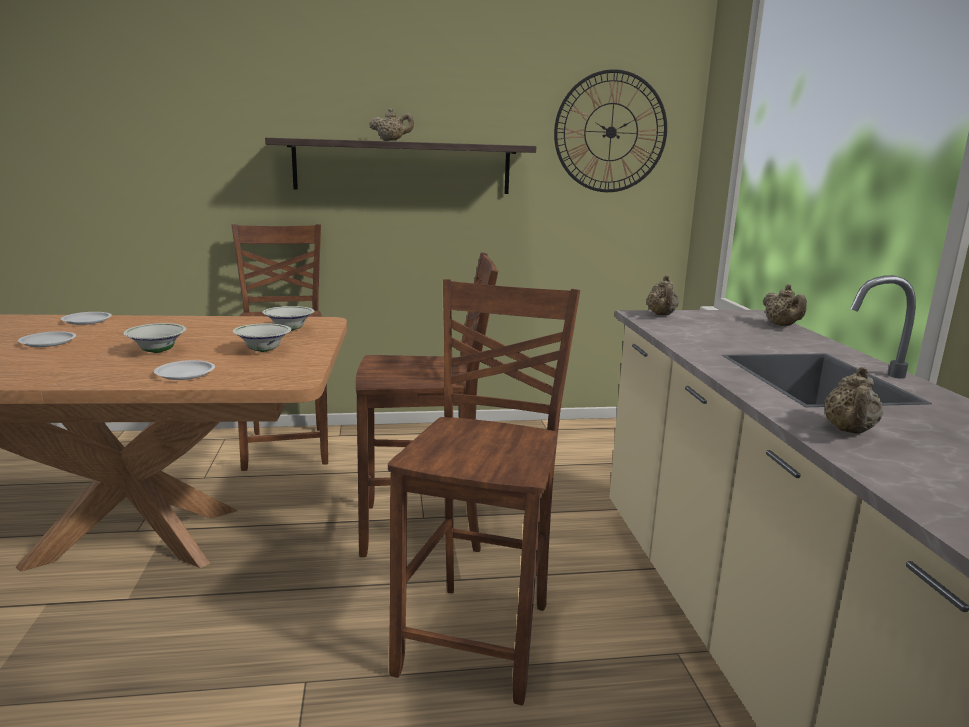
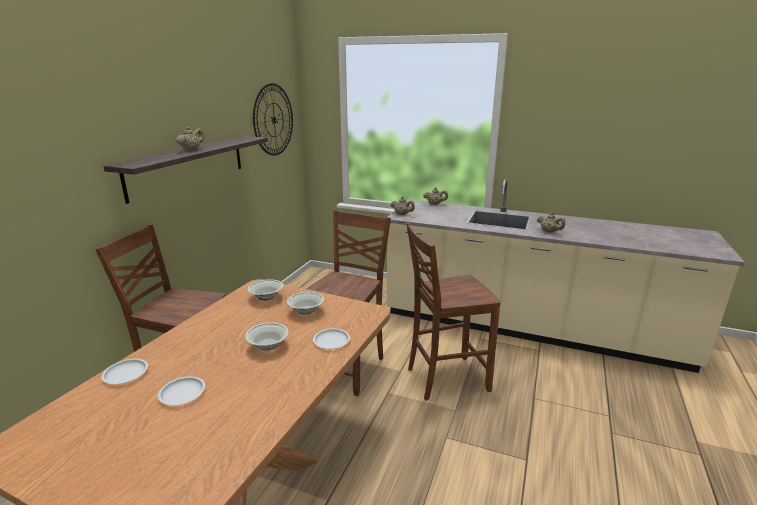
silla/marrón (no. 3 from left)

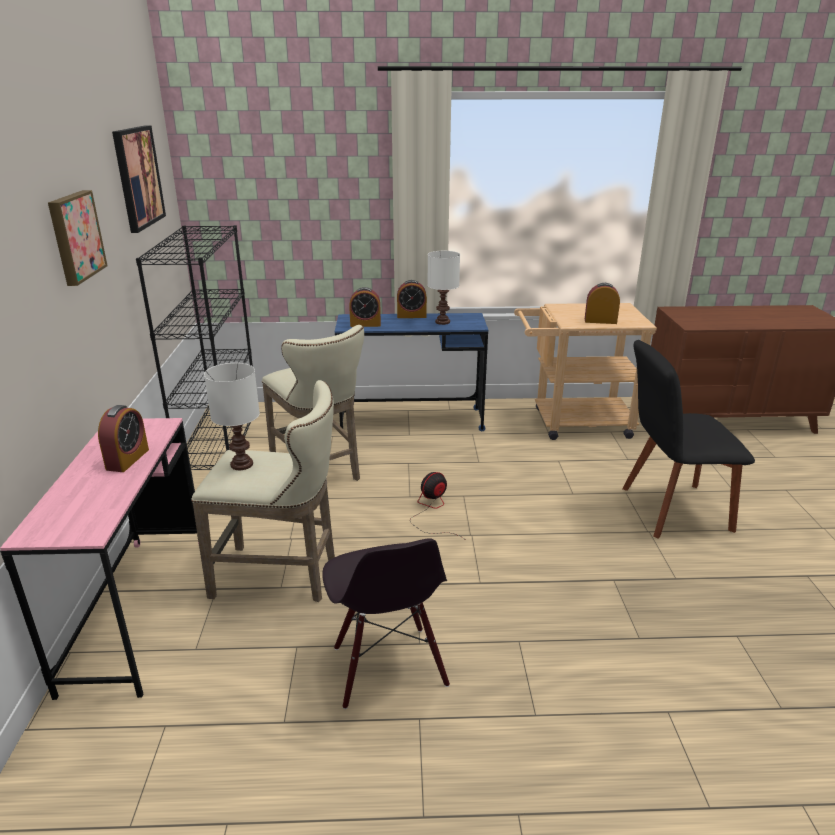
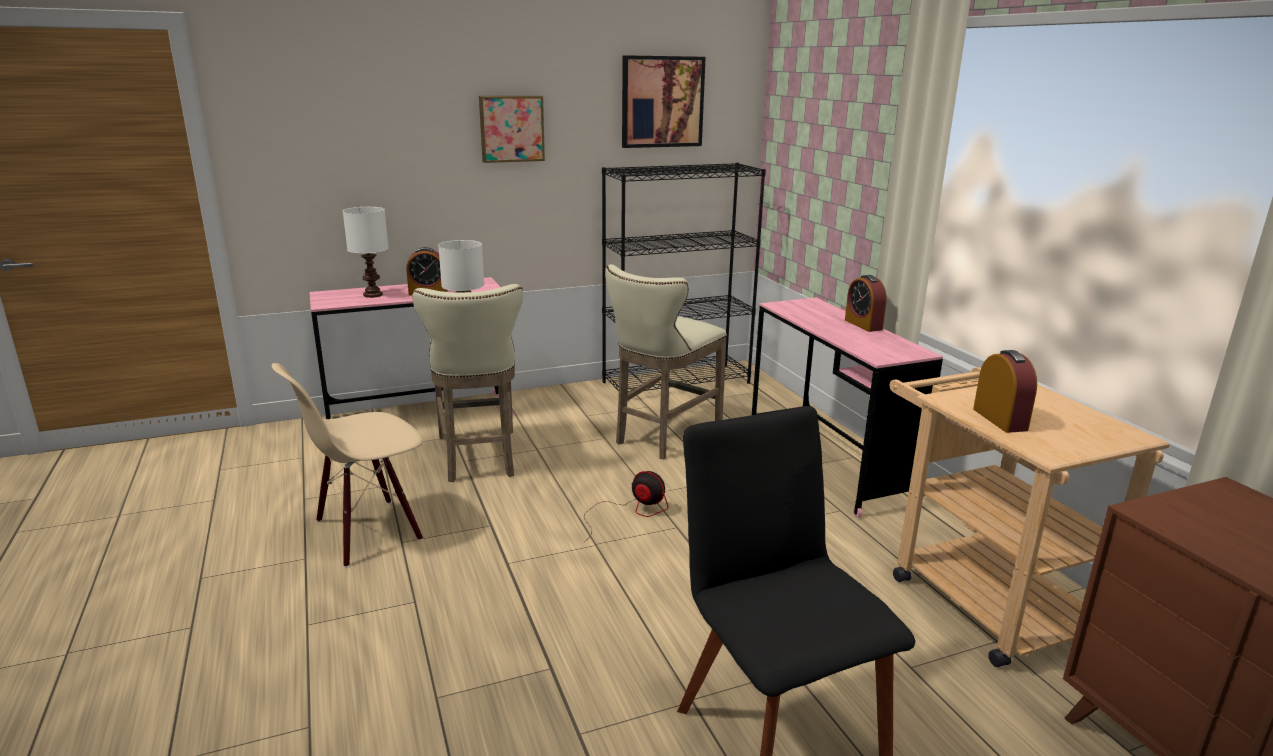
despertador (no. 2 from left in the first image); lámpara de mesa/blanco (no. 1 from left); silla/beis; escritorio/rosa (no. 2 from left)

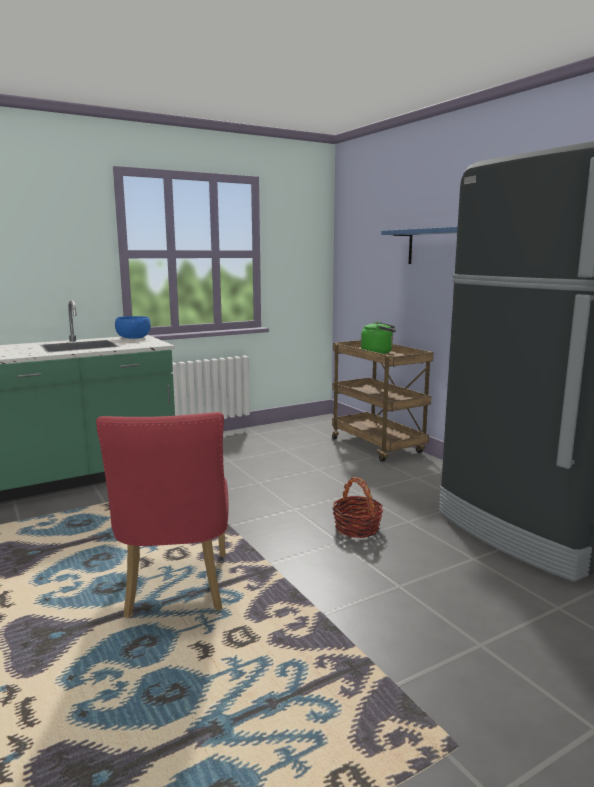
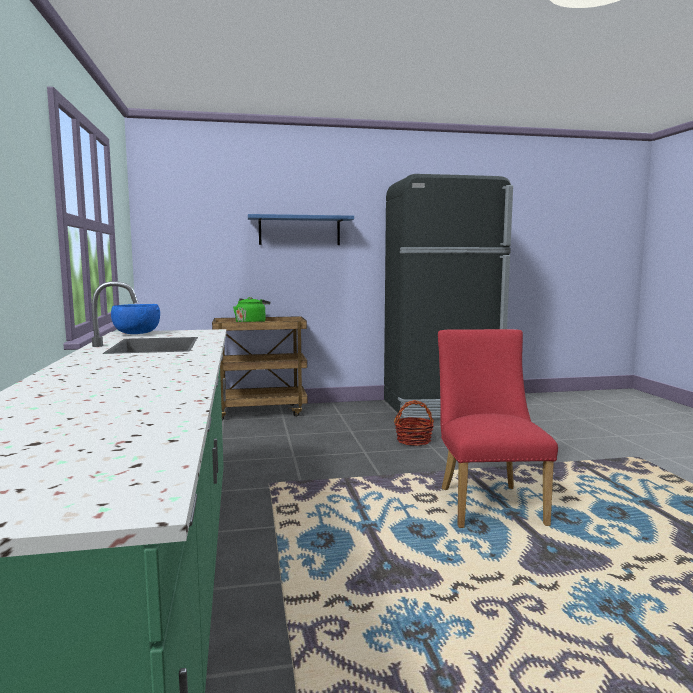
silla/rojo

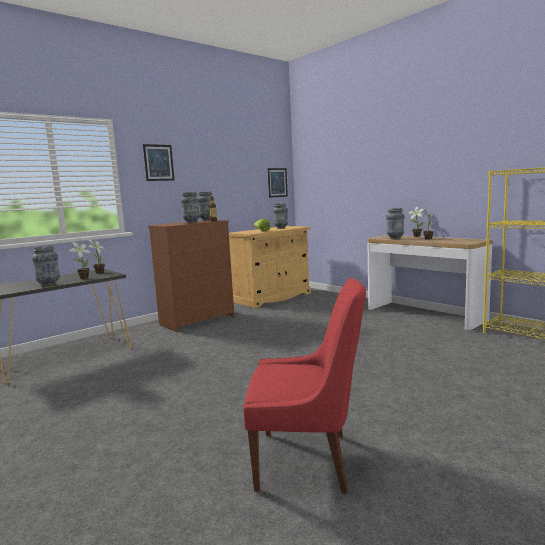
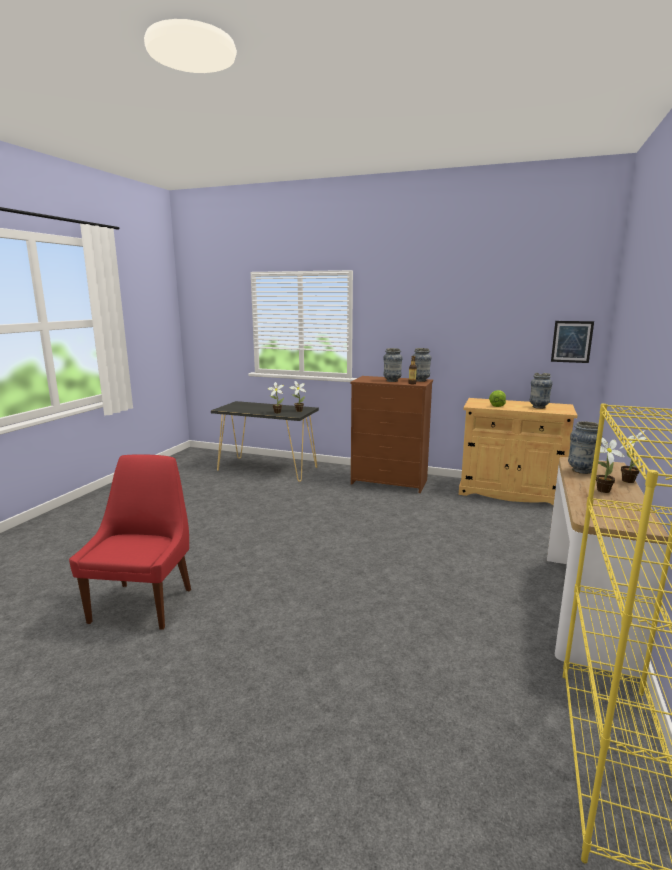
florero (no. 1 from left in the first image); cuadro (no. 1 from left in the first image); silla/rojo

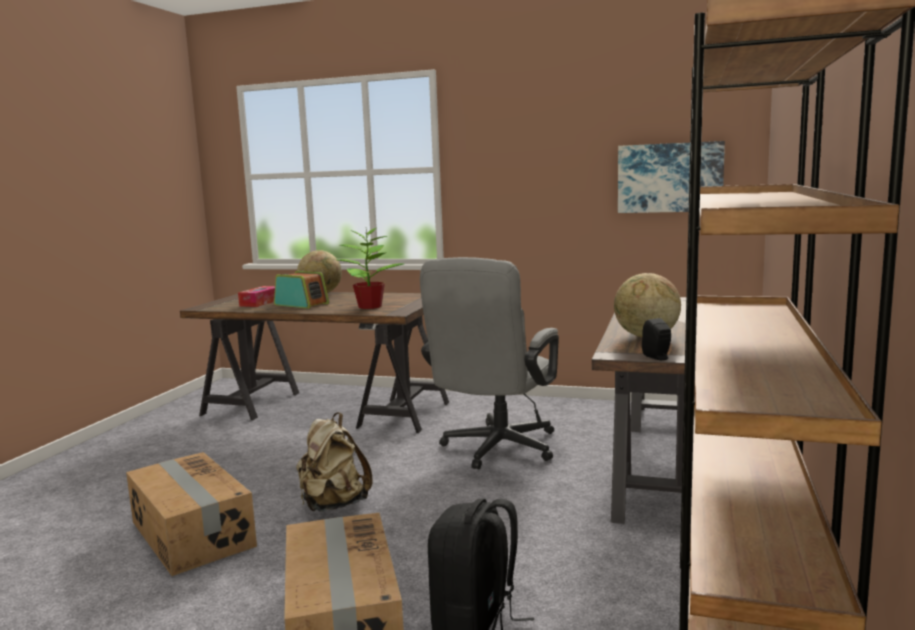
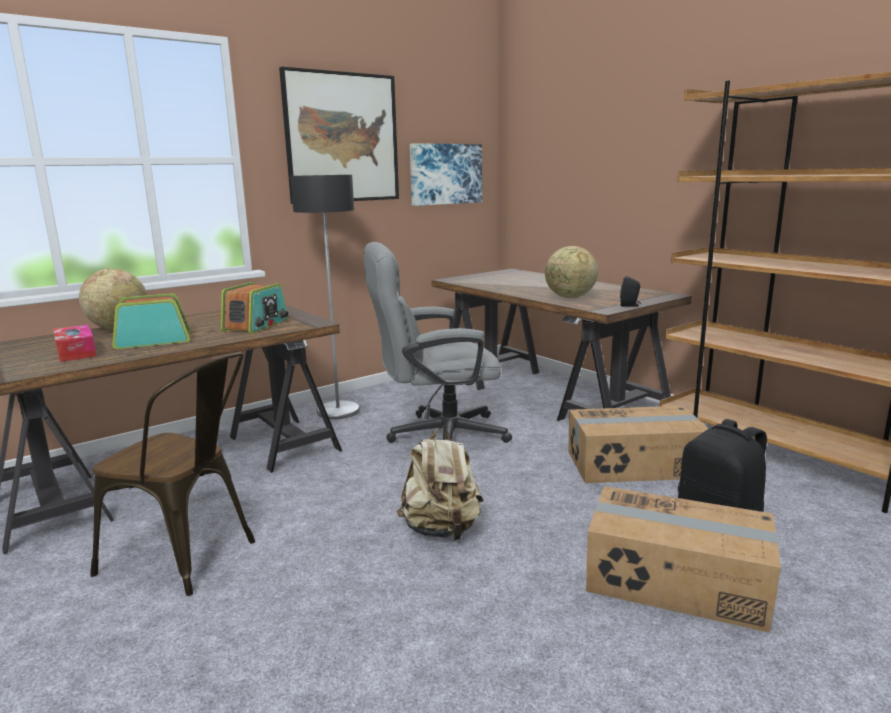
silla/marrón; cuadro (no. 1 from left); lámpara de pie; caja de cartón (no. 1 from left); radio (no. 2 from left); silla de oficina/gris

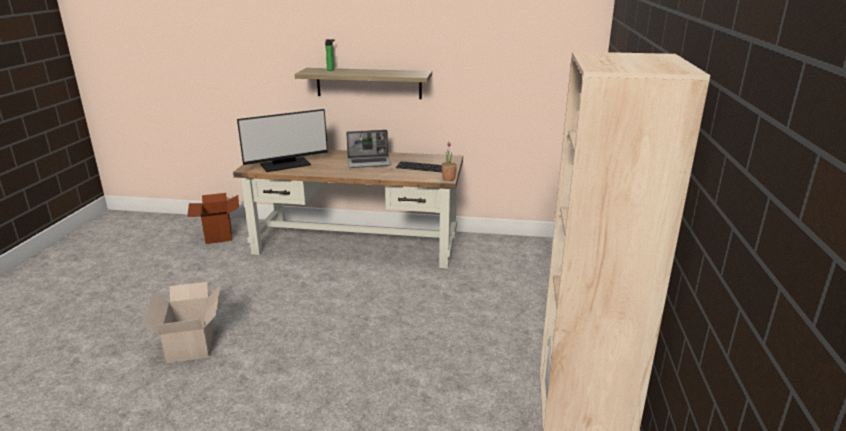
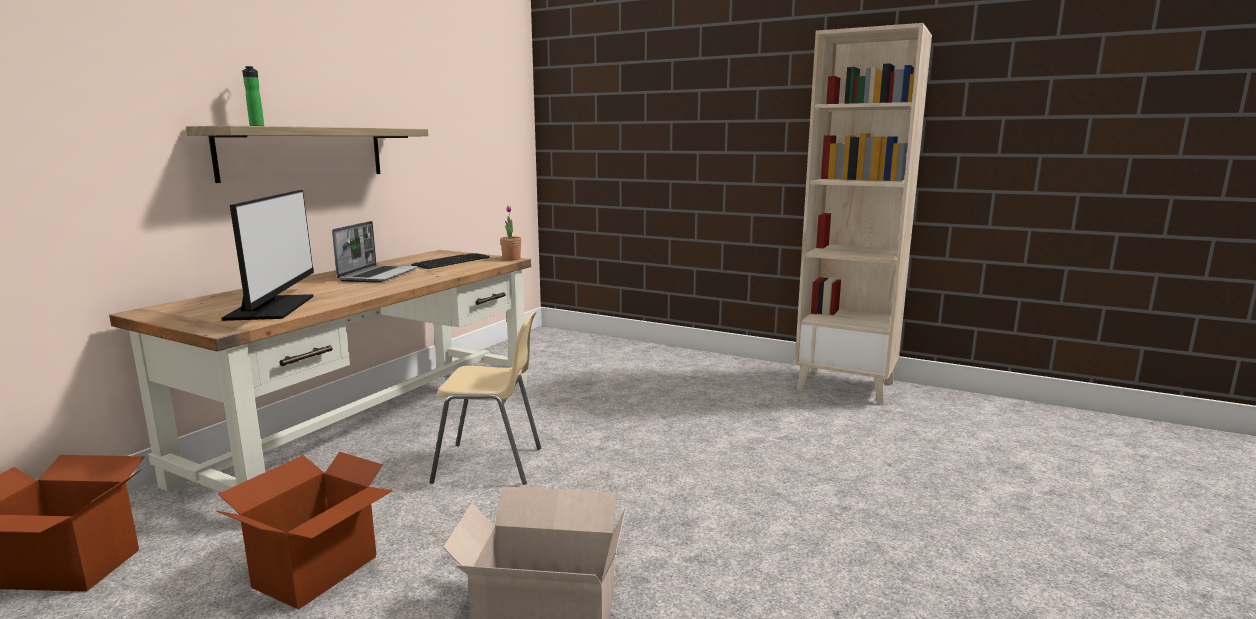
caja de cartón (no. 2 from left); silla/beis

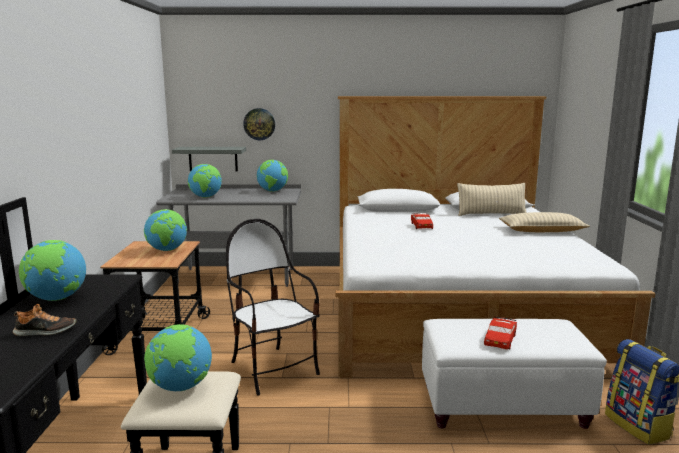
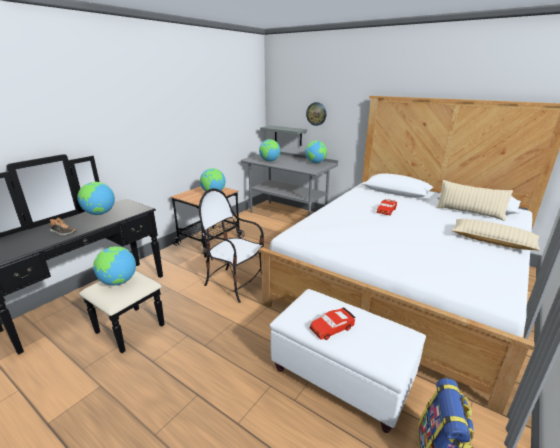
silla

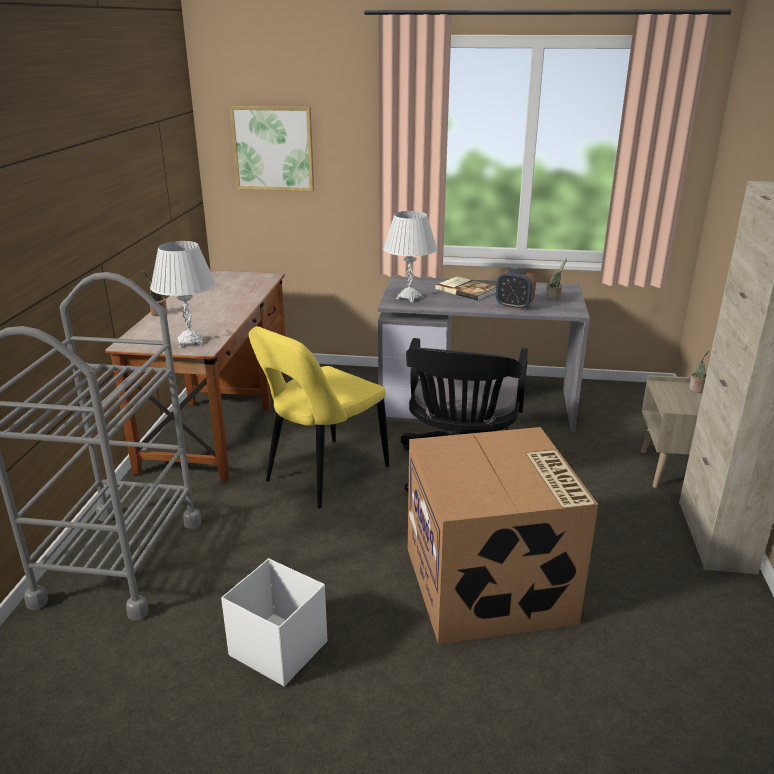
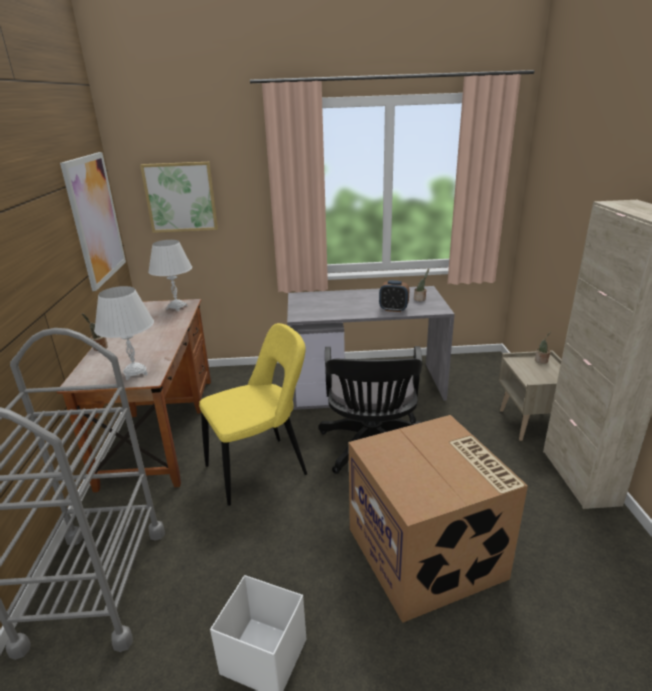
libro; cuadro (no. 1 from left); lámpara de mesa/blanco (no. 2 from left); silla/amarillo

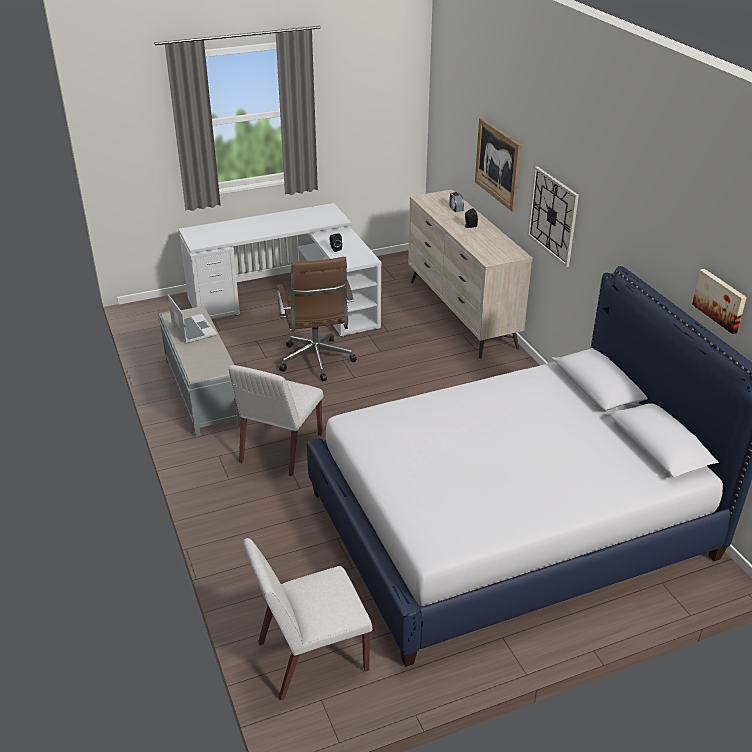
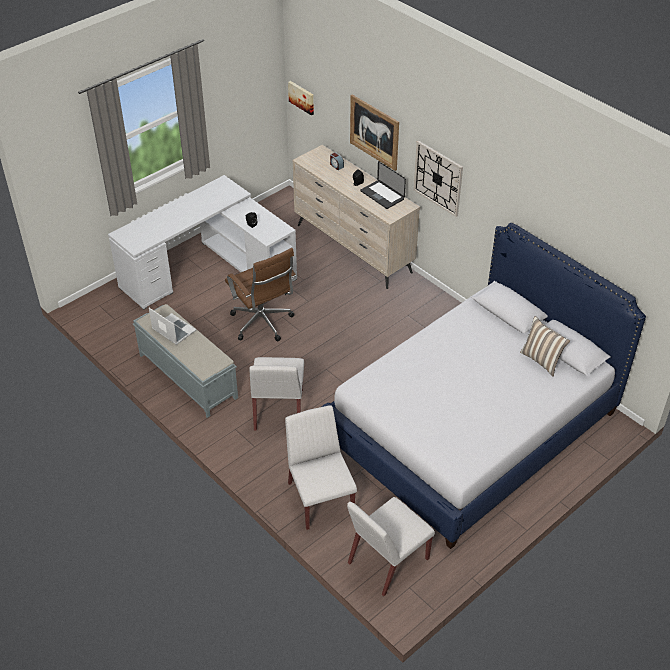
silla/blanco (no. 2 from left); portátil (no. 2 from left); cojín; cuadro (no. 1 from left)

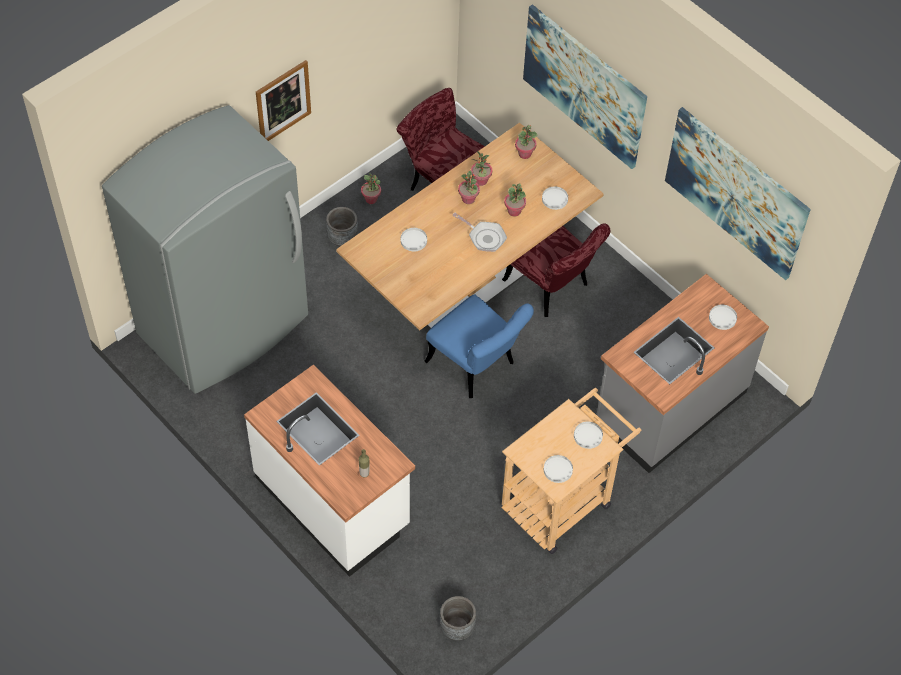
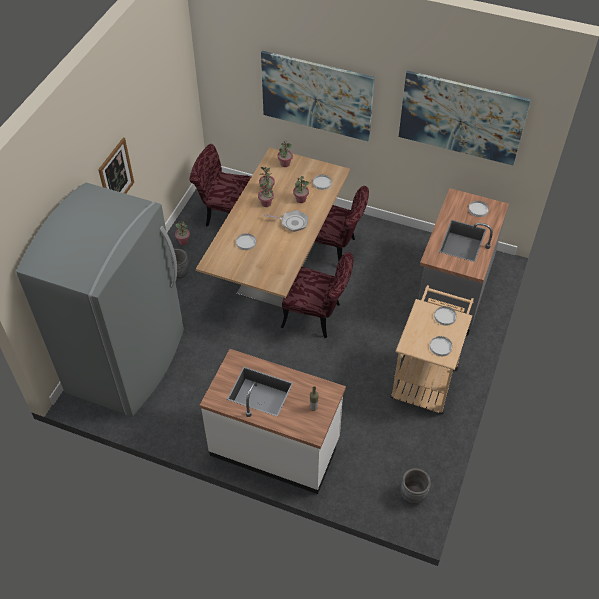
silla/rojo (no. 2 from left)

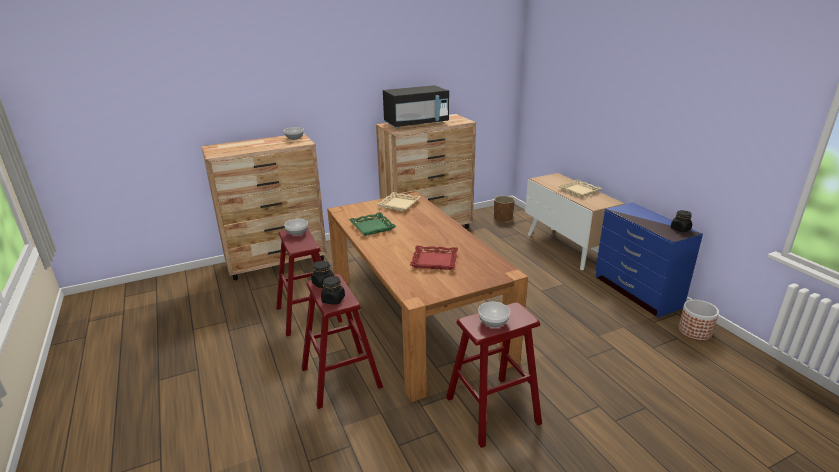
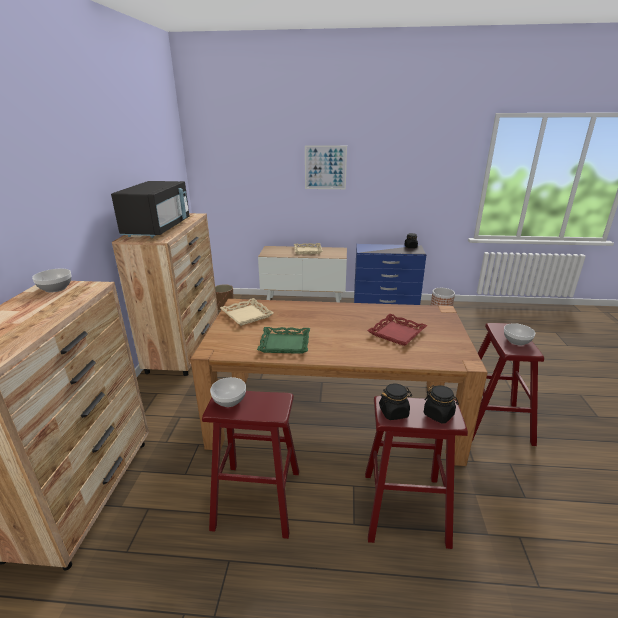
cuadro

